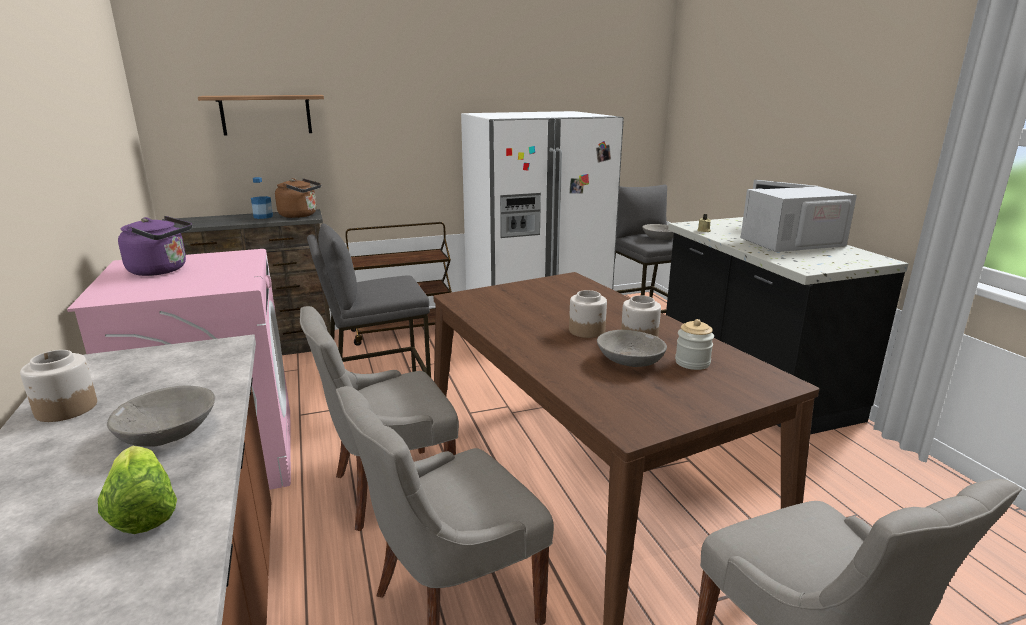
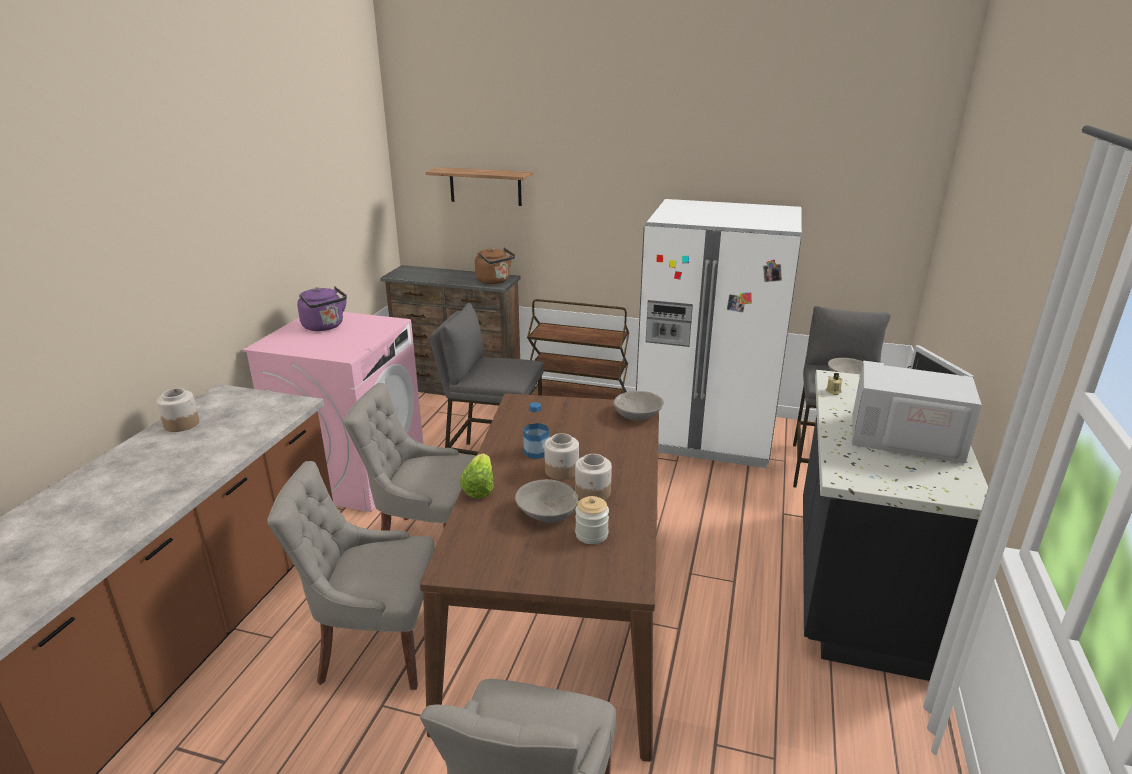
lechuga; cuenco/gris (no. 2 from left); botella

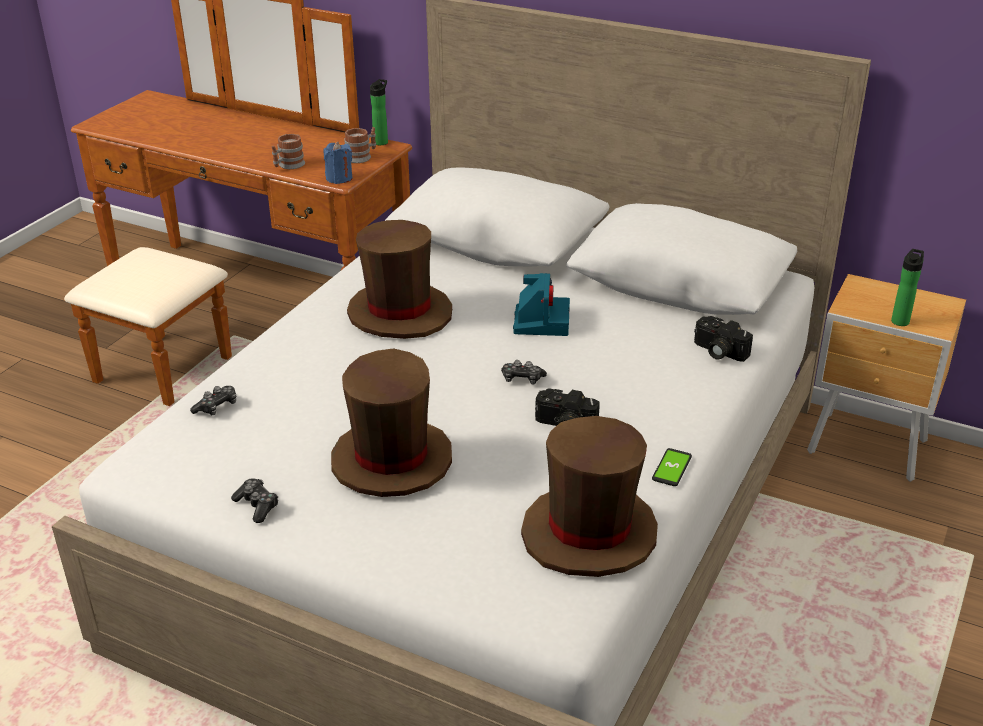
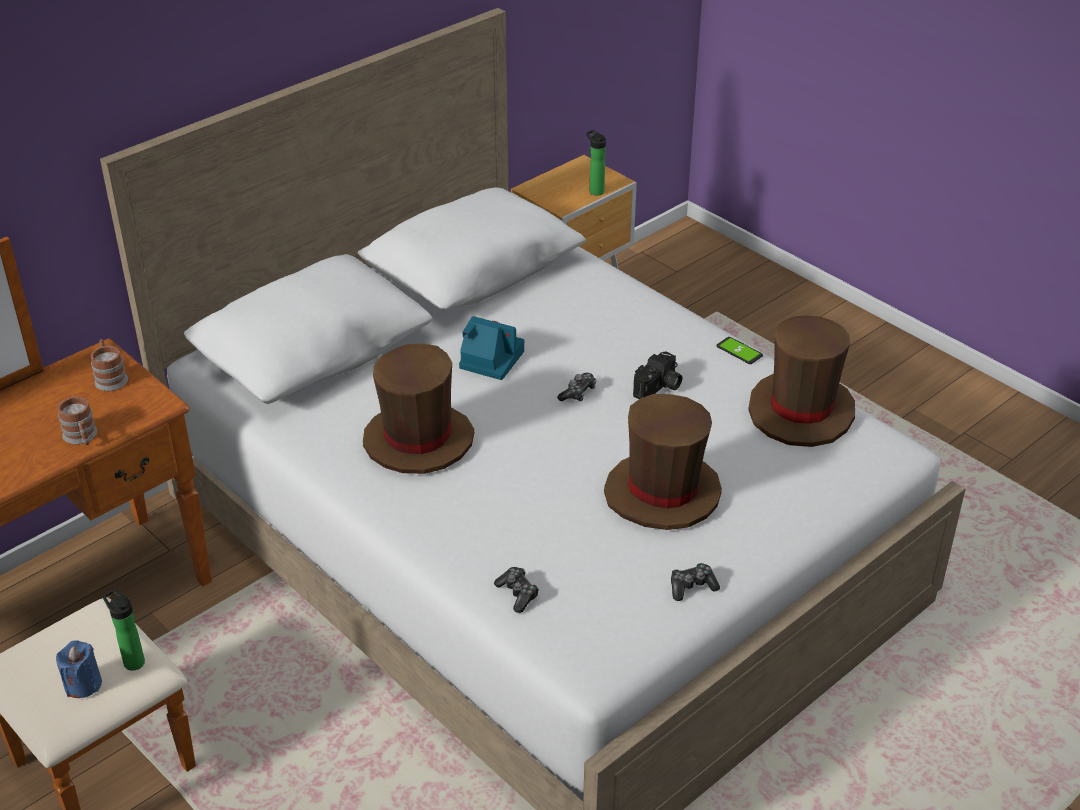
cámara (no. 3 from left in the first image); vela/azul; botella (no. 1 from left)

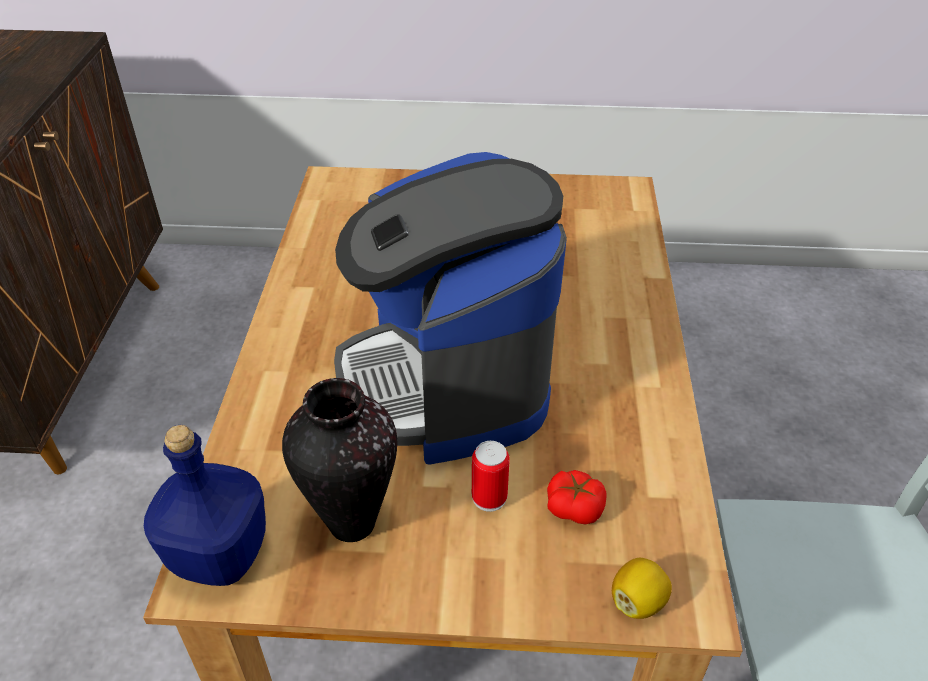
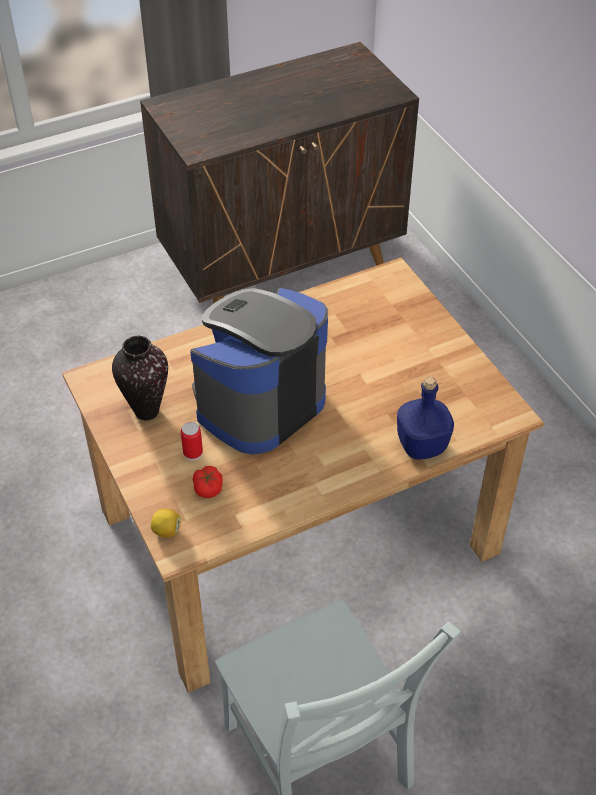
botella/azul

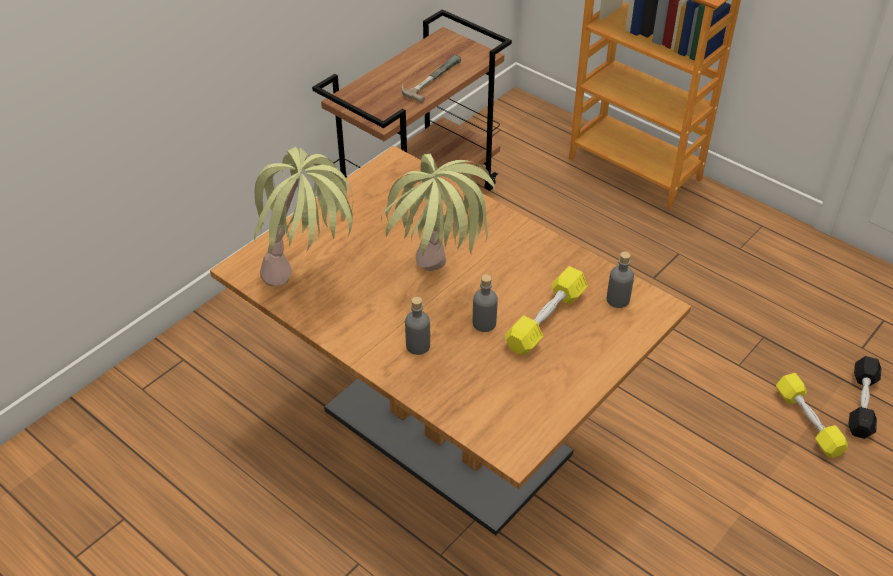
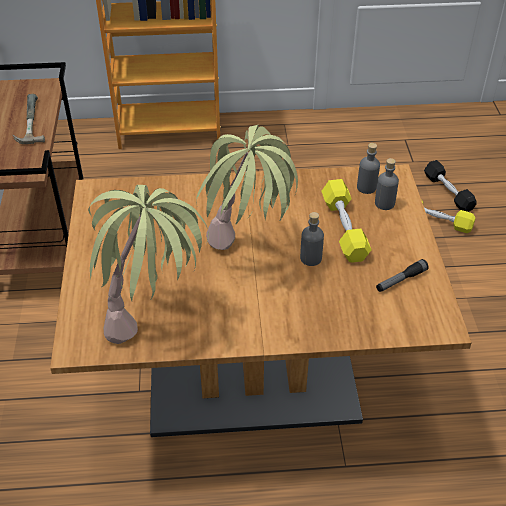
linterna; botella/gris (no. 3 from left)

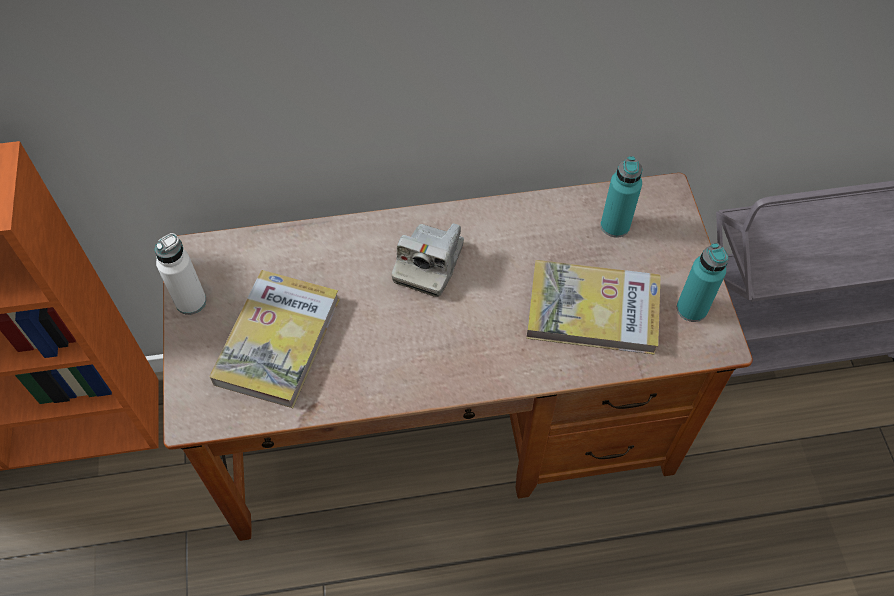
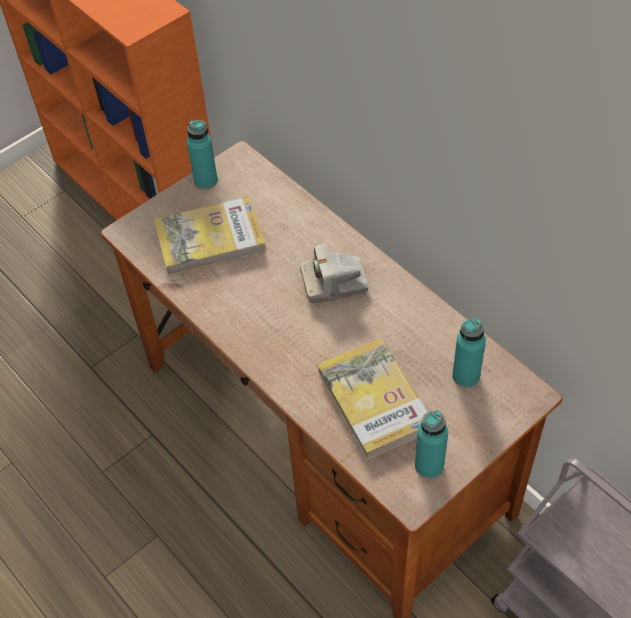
botella/turquesa (no. 1 from left)

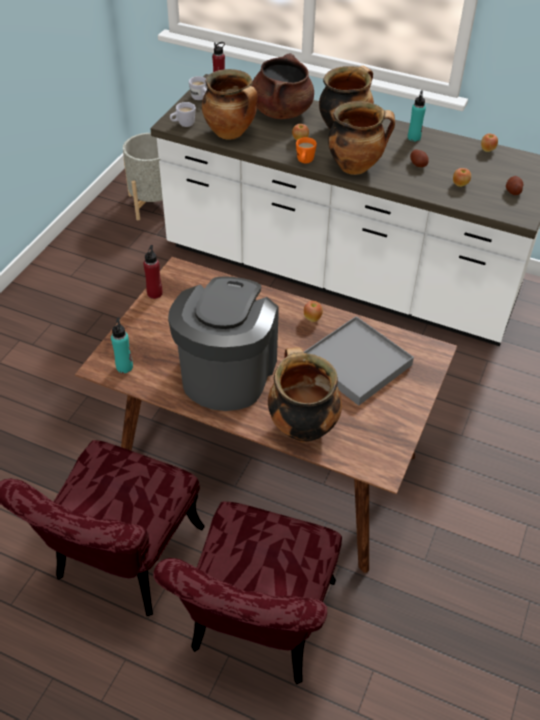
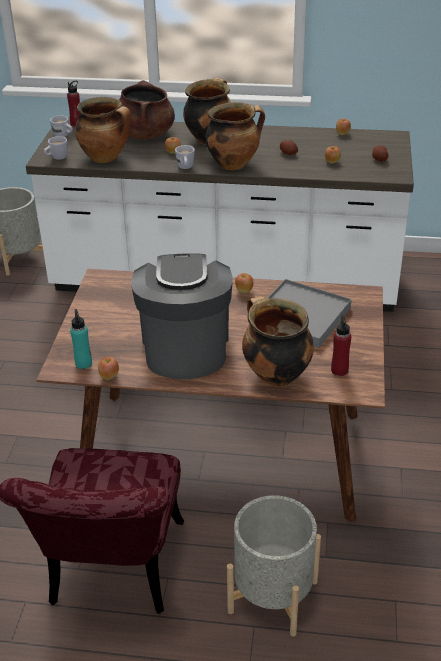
botella/turquesa (no. 2 from left in the first image); manzana (no. 1 from left); botella/rojo (no. 2 from left); maceta/gris (no. 2 from left); taza grande/blanco (no. 3 from left)

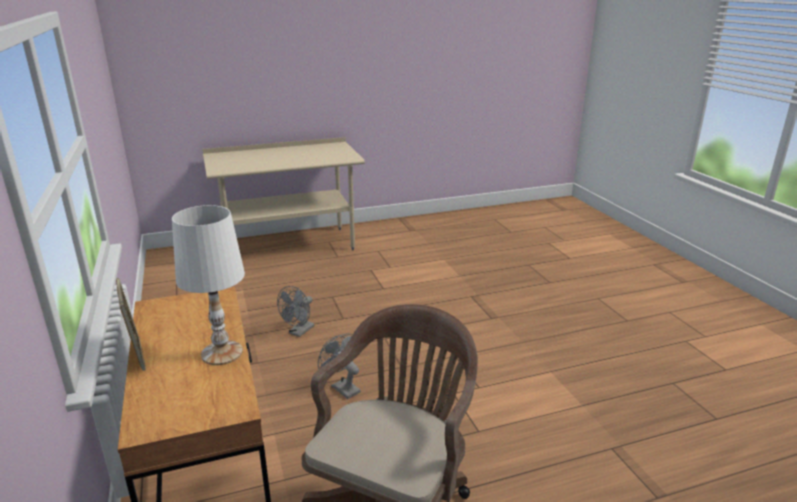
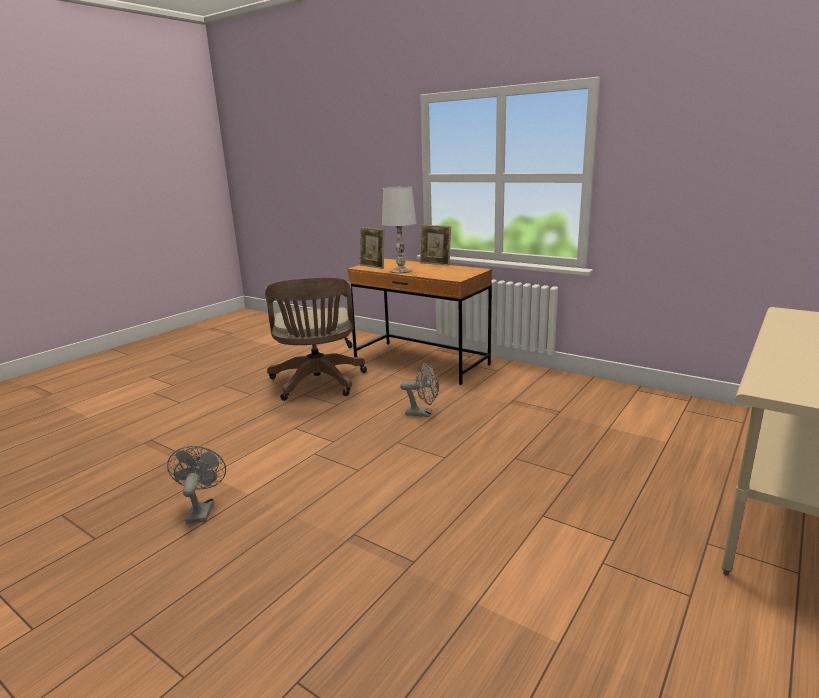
portarretratos (no. 1 from left); ventilador/gris (no. 1 from left)

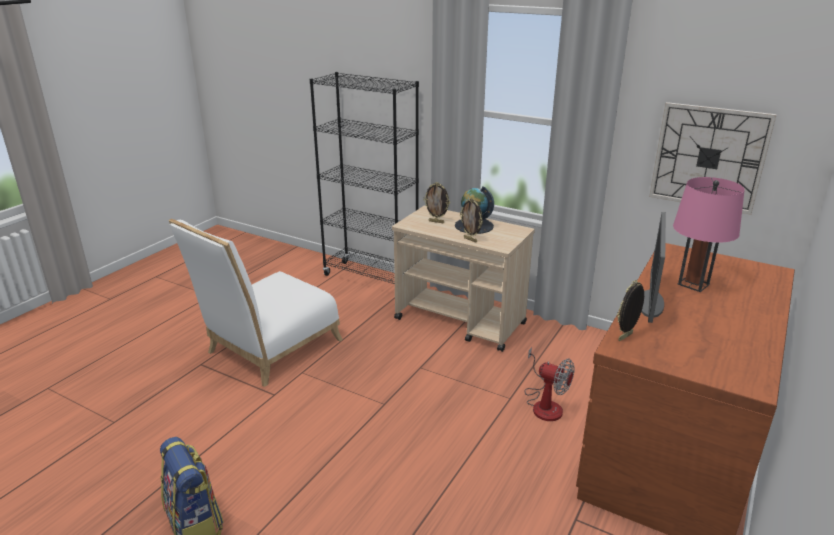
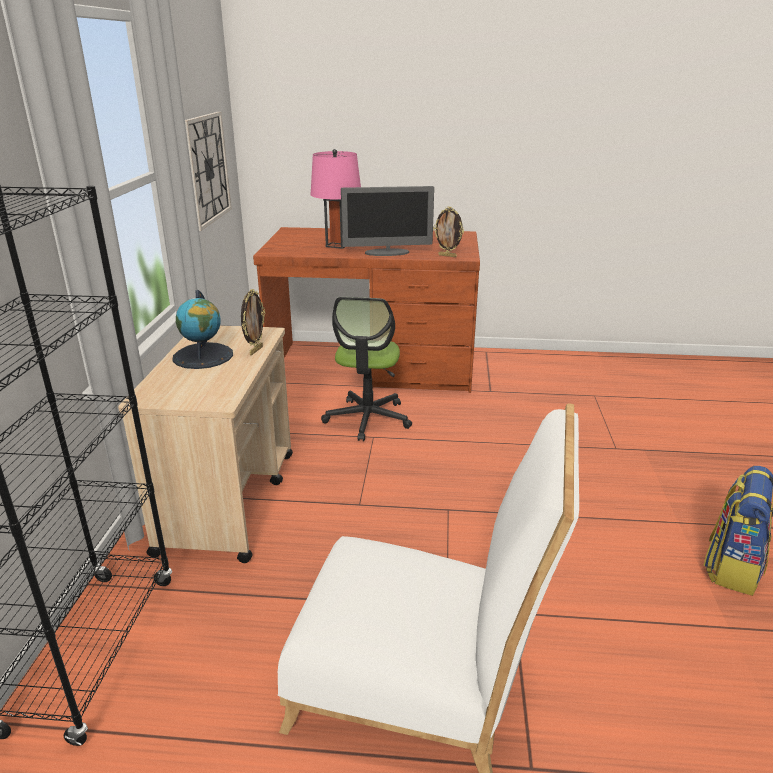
portarretratos (no. 1 from left in the first image); silla de oficina

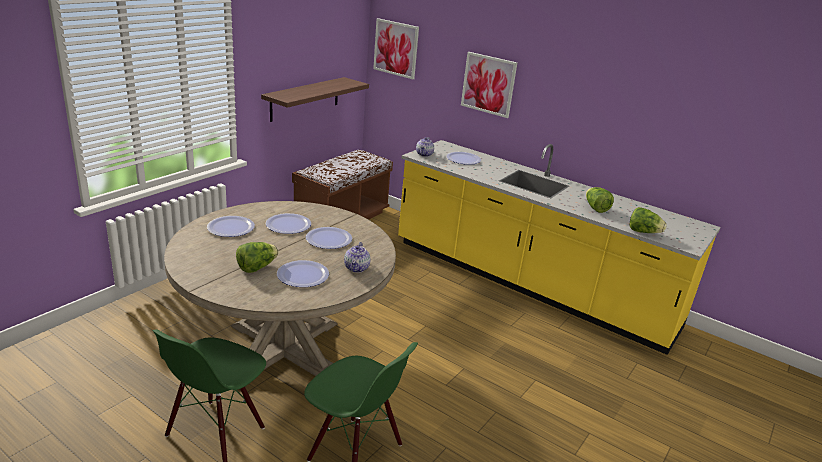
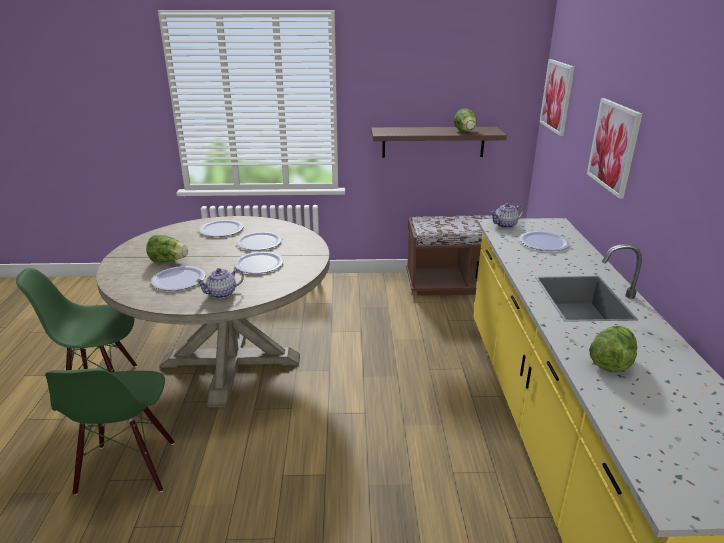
lechuga (no. 2 from left)

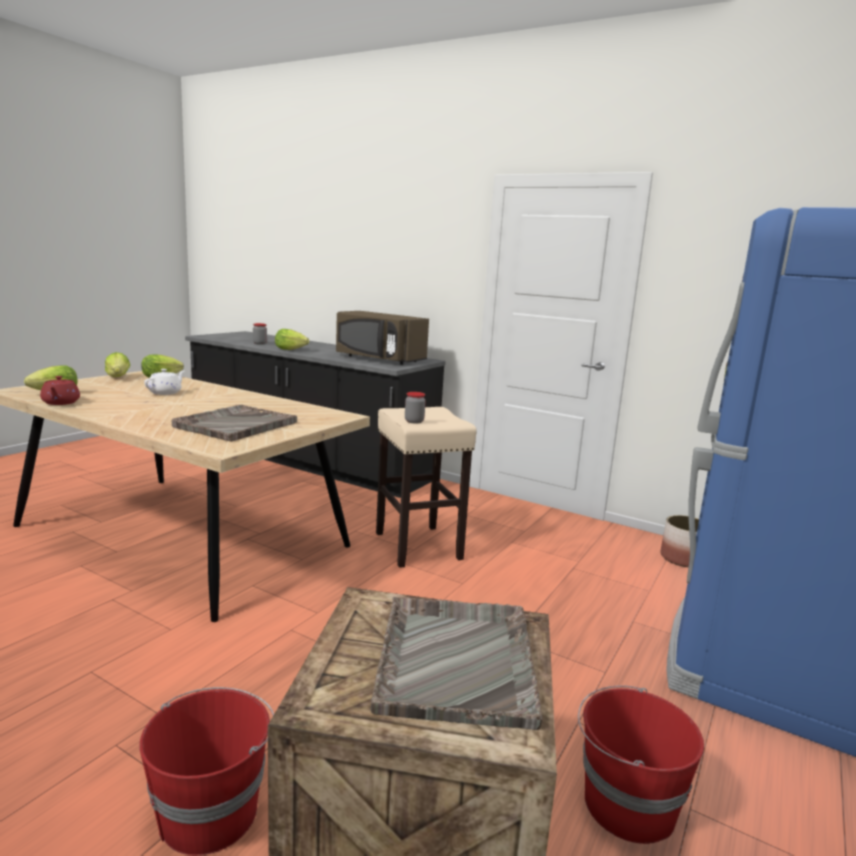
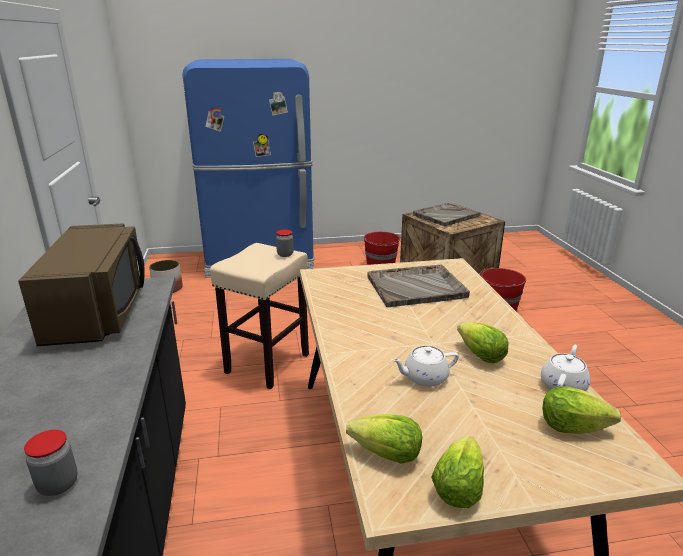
lechuga (no. 3 from left); tetera/blanco (no. 2 from left)

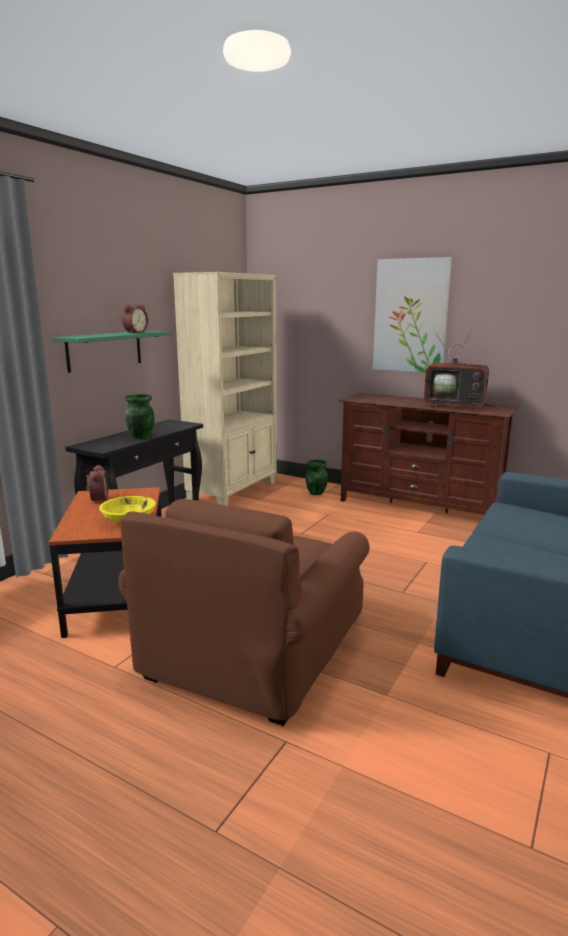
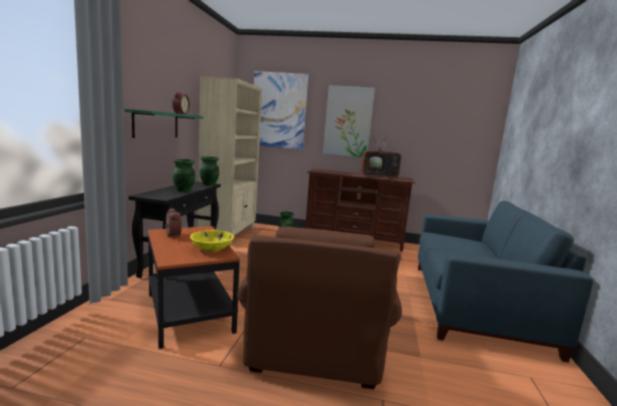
florero/verde (no. 2 from left); cuadro (no. 1 from left)

